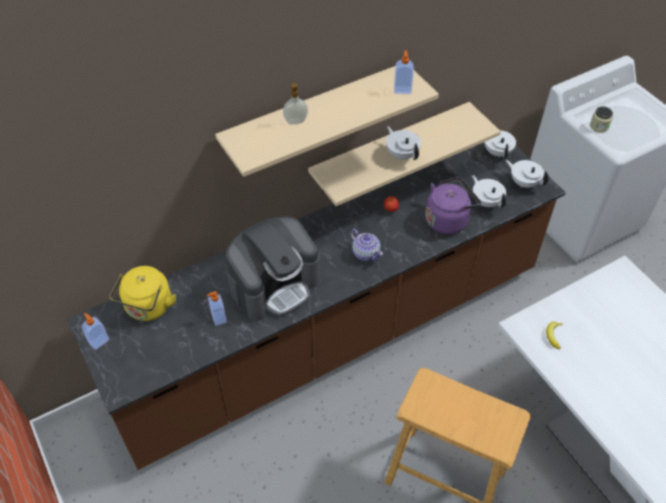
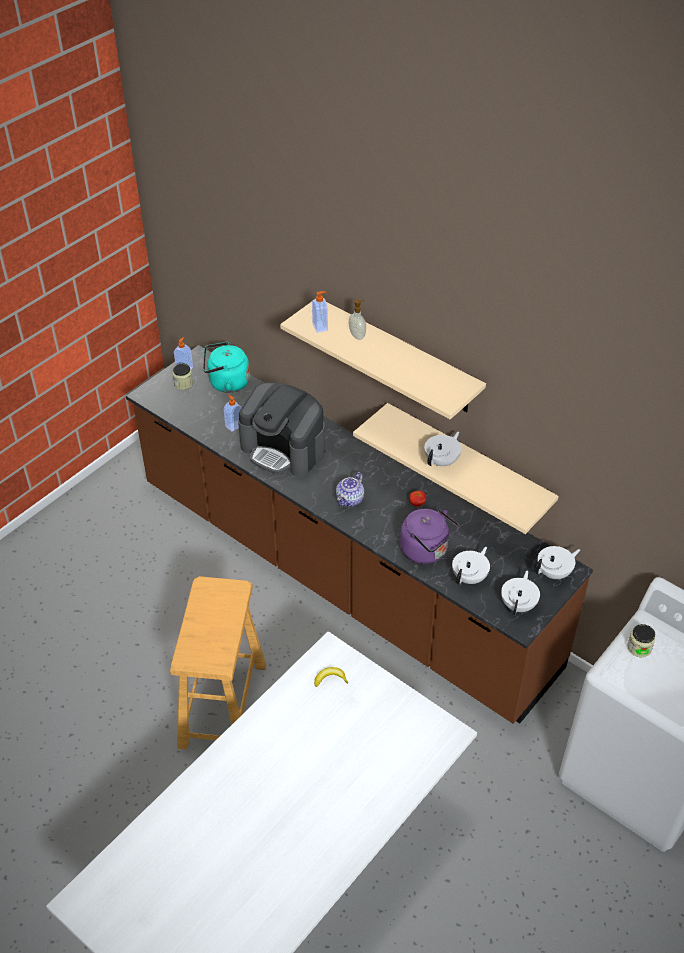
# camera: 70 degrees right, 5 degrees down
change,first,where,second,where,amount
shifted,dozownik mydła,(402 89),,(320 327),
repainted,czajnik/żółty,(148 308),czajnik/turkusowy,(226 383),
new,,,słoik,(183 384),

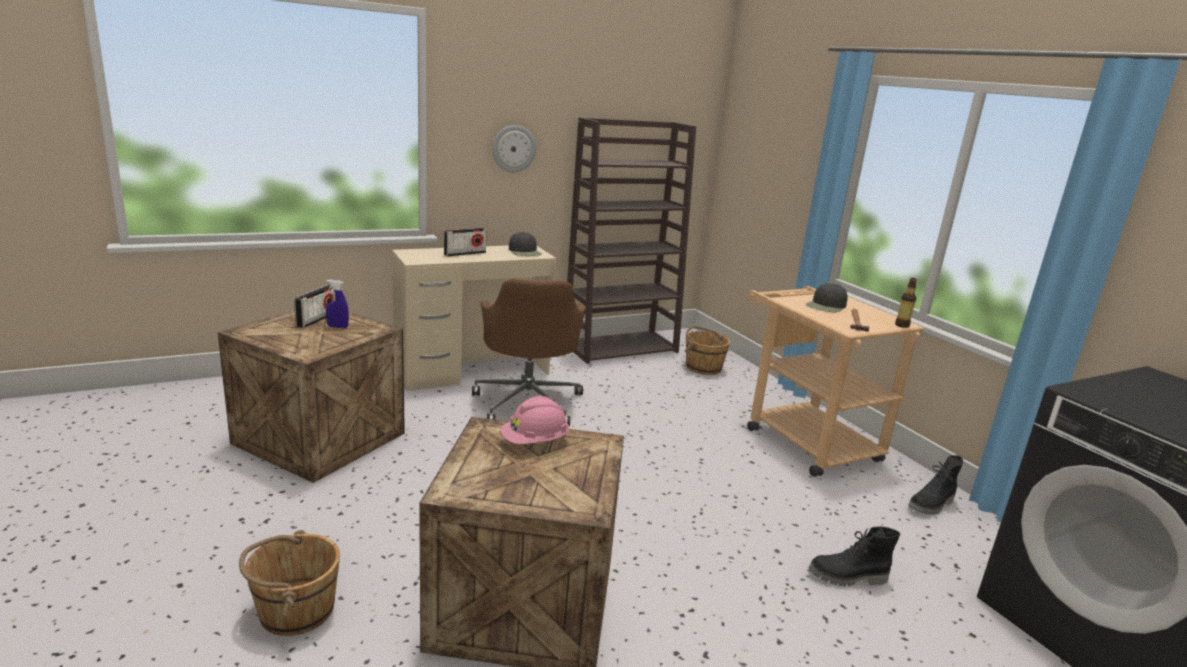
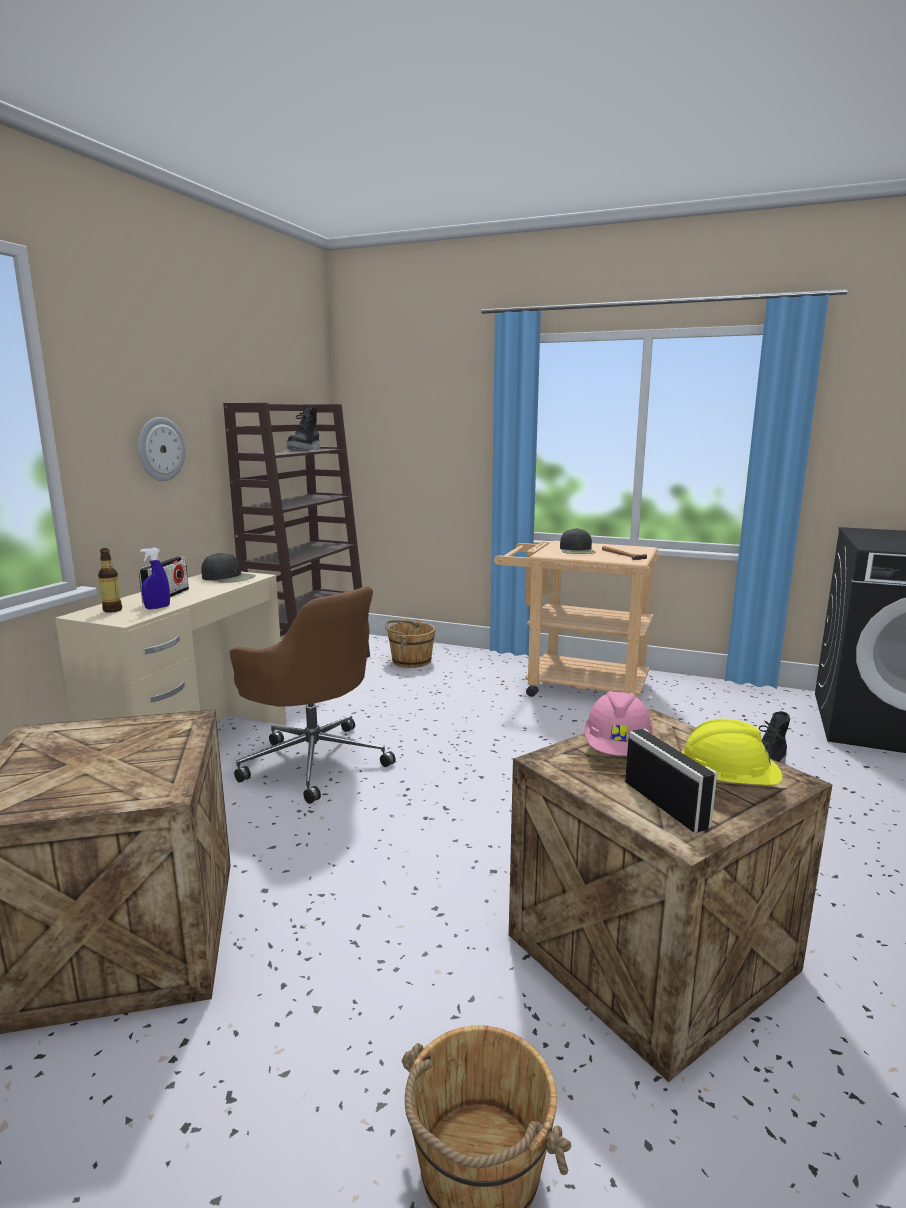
# camera: 40 degrees left, 5 degrees down
change,first,where,second,where,amount
shifted,butelka,(902 325),,(112 610),
shifted,spryskiwacz/niebieski,(337 327),,(157 607),
shifted,radio,(317 319),,(665 804),
shifted,but z cholewką/czarny,(932 505),,(305 450),
new,,,kask/żółty,(727 783),

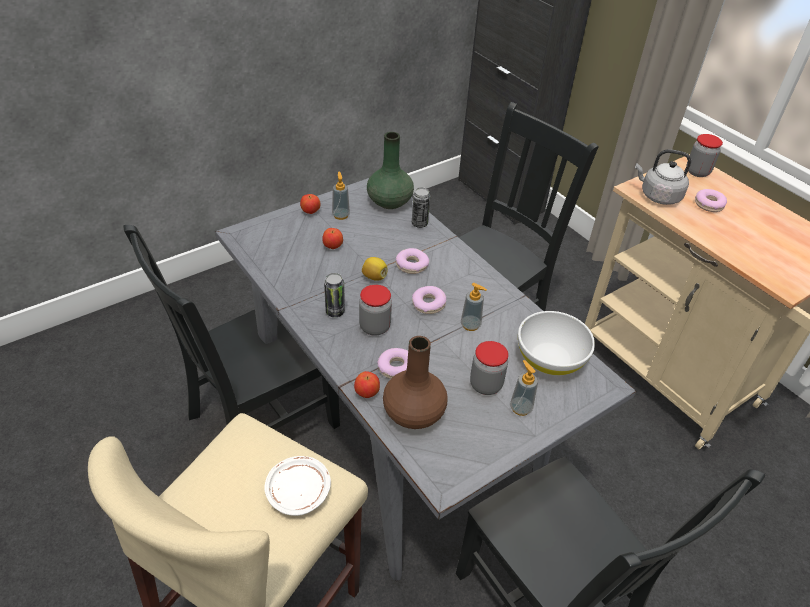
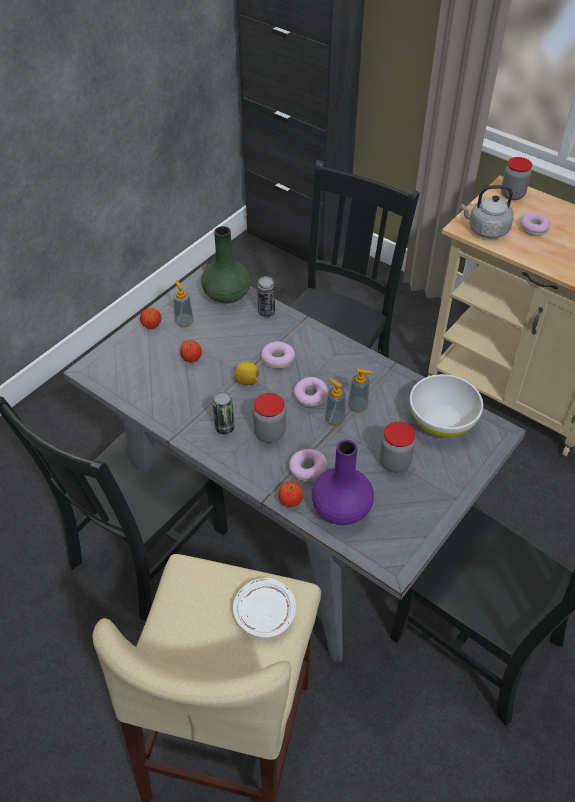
# camera: 15 degrees left, 5 degrees up
change,first,where,second,where,amount
repainted,wazon/brązowy,(414 412),wazon/fioletowy,(341 508),
shifted,dozownik mydła,(520 408),,(334 420),

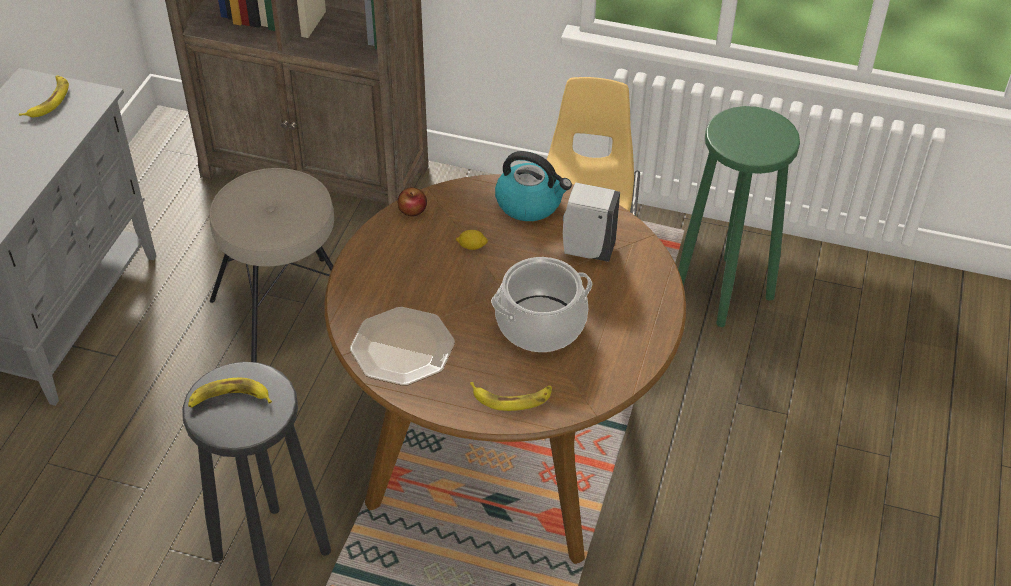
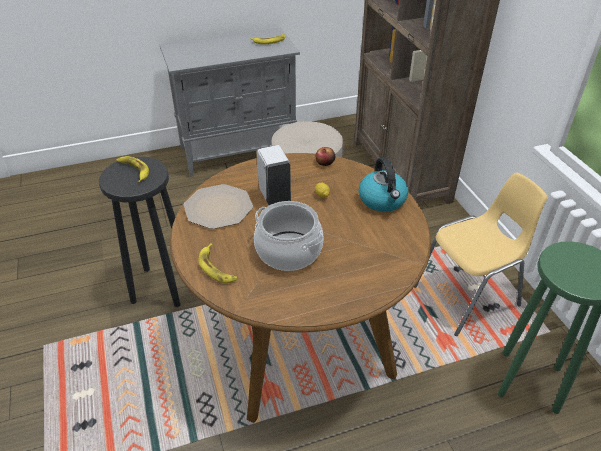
# camera: 55 degrees right, 5 degrees down
change,first,where,second,where,amount
shifted,dozownik mydła/biały,(586 249),,(274 196),

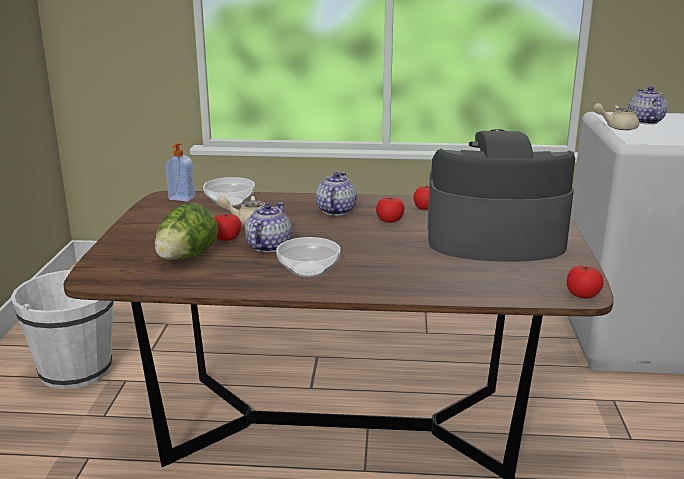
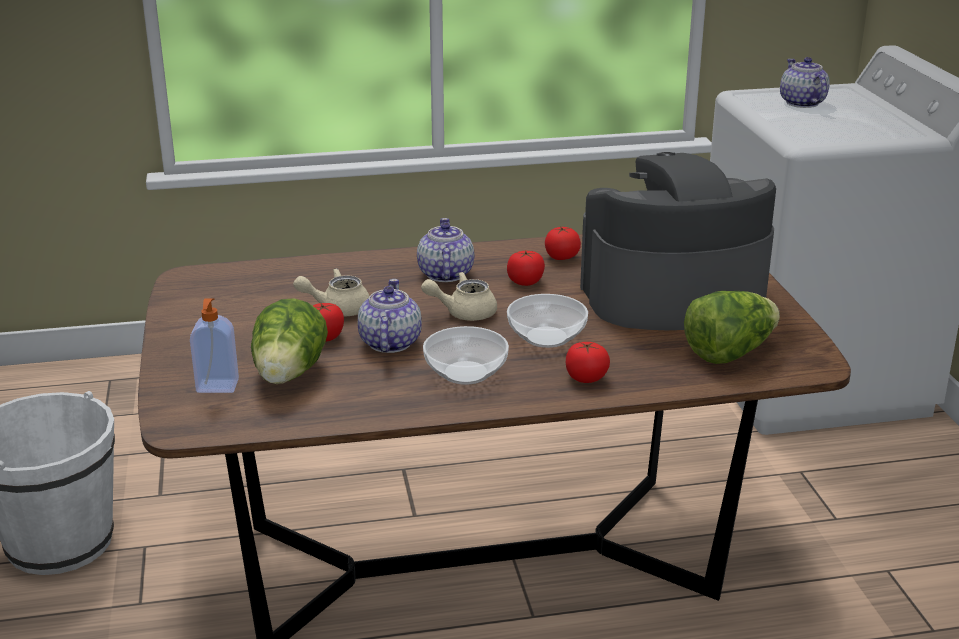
# camera: 15 degrees left, 5 degrees up
change,first,where,second,where,amount
shifted,imbryk/beżowy,(616 127),,(463 312),
shifted,dozownik mydła,(181 198),,(217 387),
shifted,miska,(230 202),,(548 337),
shifted,pomidor,(582 294),,(586 378),
new,,,sałata,(729 353),

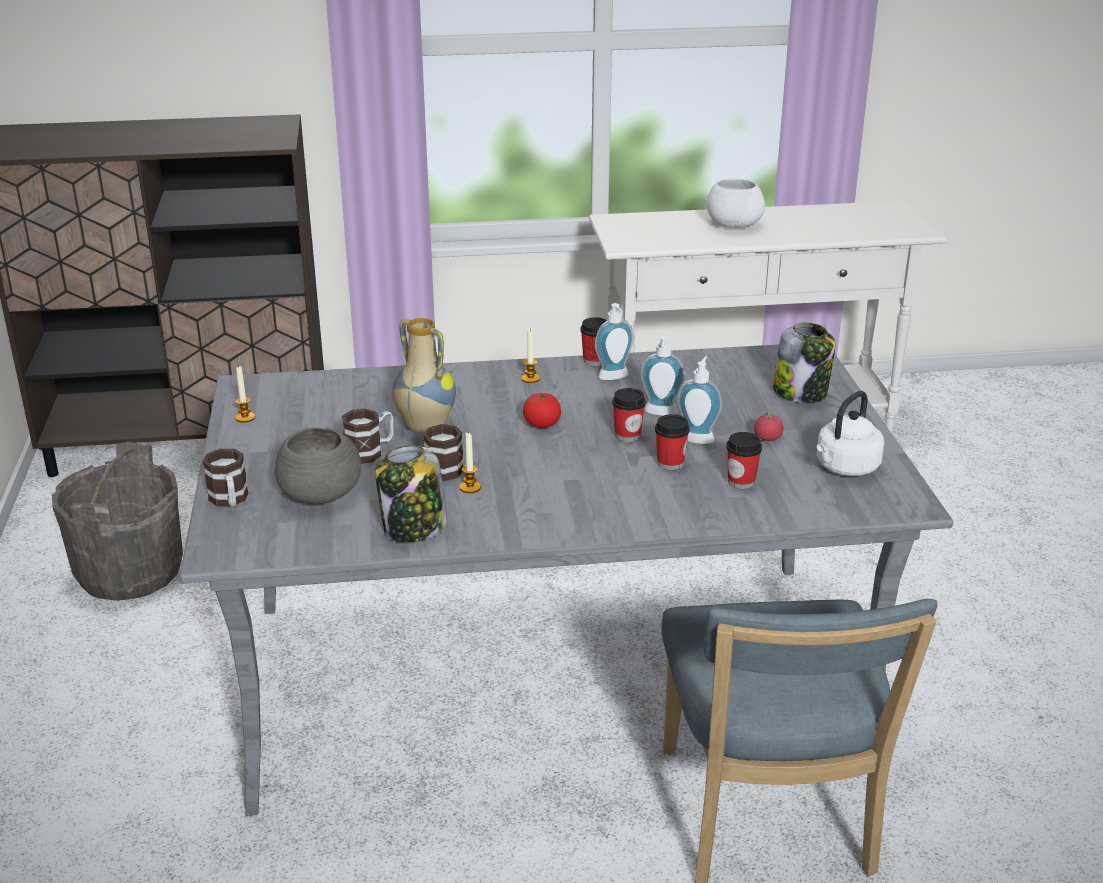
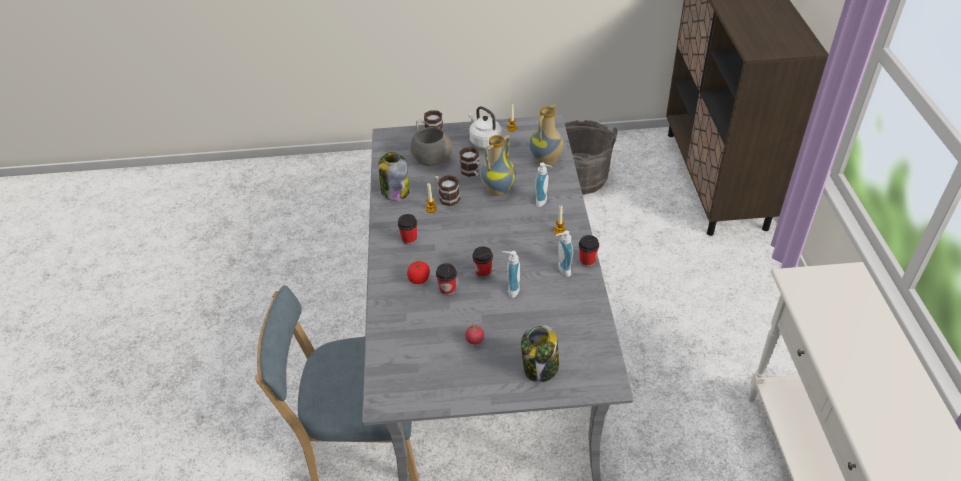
# camera: 95 degrees right, 15 degrees up
change,first,where,second,where,amount
gone,miska/biały,(733 224),,,
shifted,dozownik mydła,(698 437),,(543 201),
shifted,czajnik/biały,(845 468),,(484 141),
shifted,pomidor,(542 424),,(419 279),
shifted,filiżanka,(741 482),,(409 239),
new,,,wazon,(546 161),

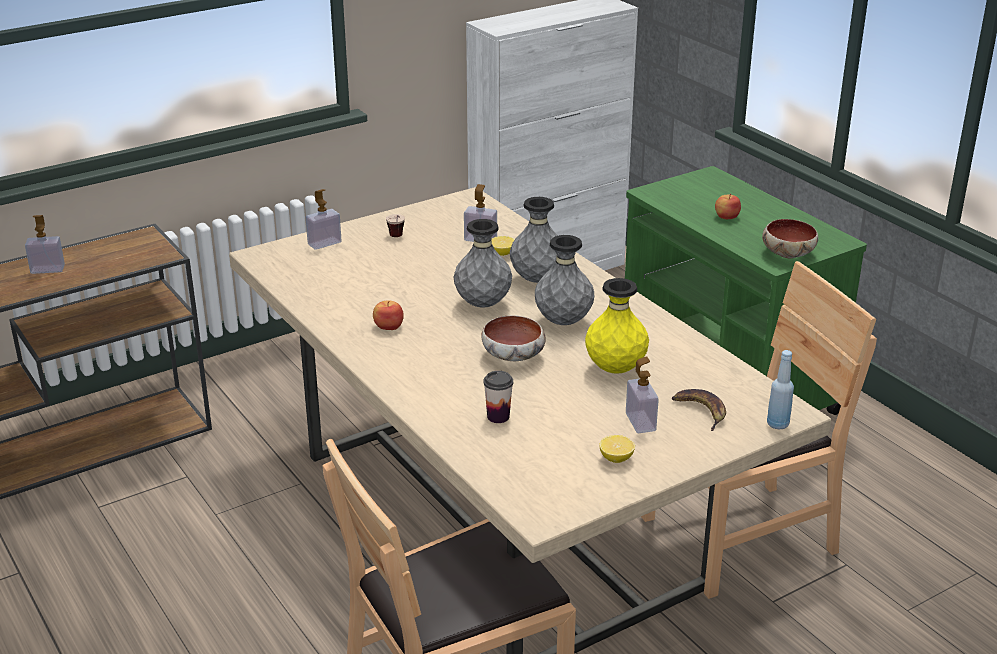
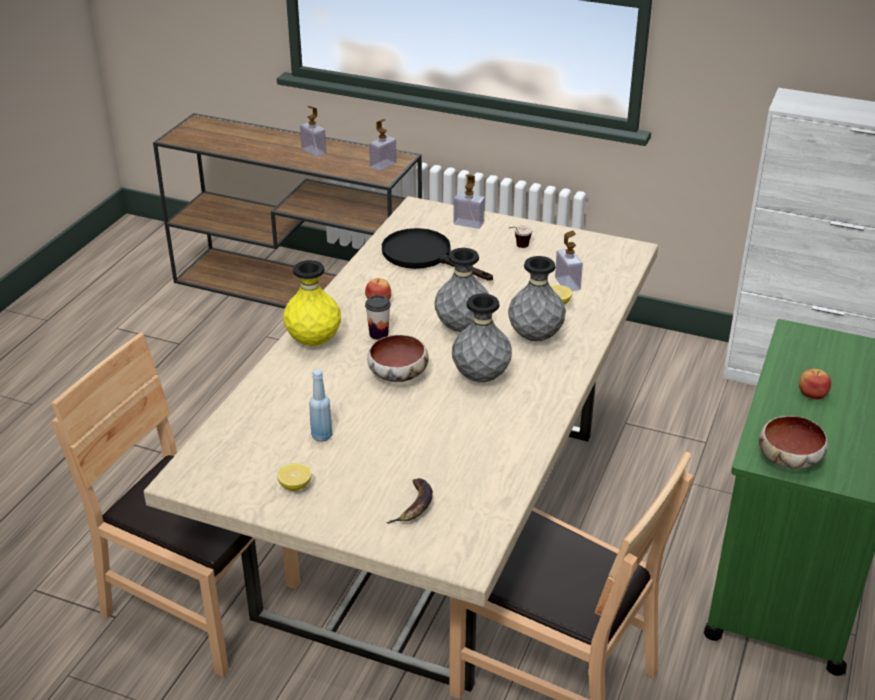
# camera: 55 degrees right, 5 degrees up
change,first,where,second,where,amount
shifted,wazon/żółty,(615 369),,(313 341),
shifted,butelka/niebieski,(777 424),,(321 436),
shifted,dozownik mydła,(640 422),,(383 165),
shifted,filiżanka,(498 417),,(378 334),
new,,,patelnia/czarny,(425 256),

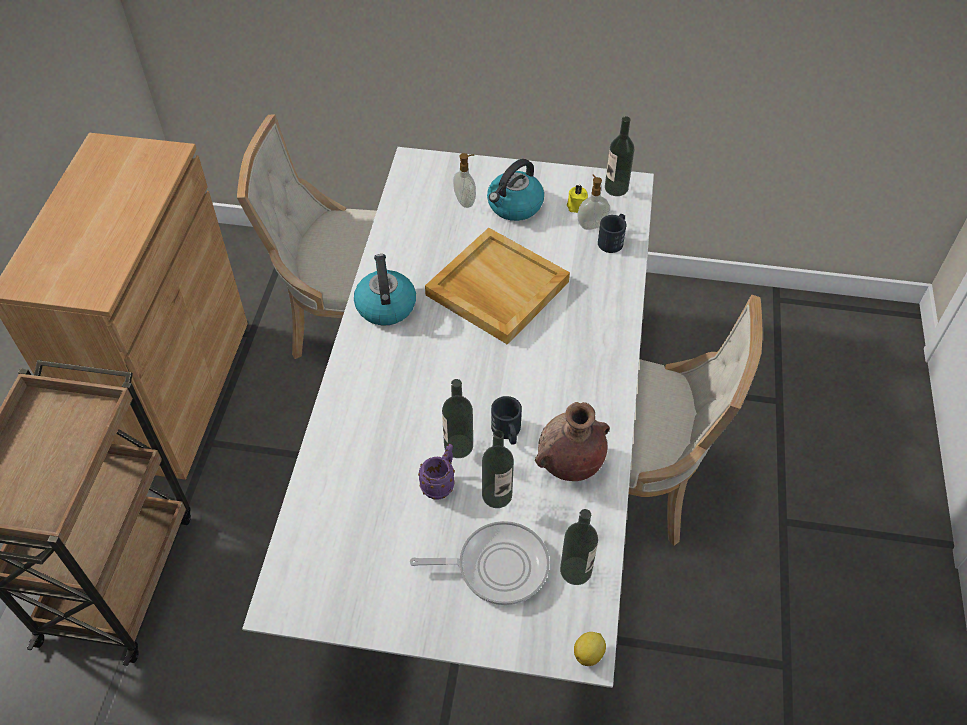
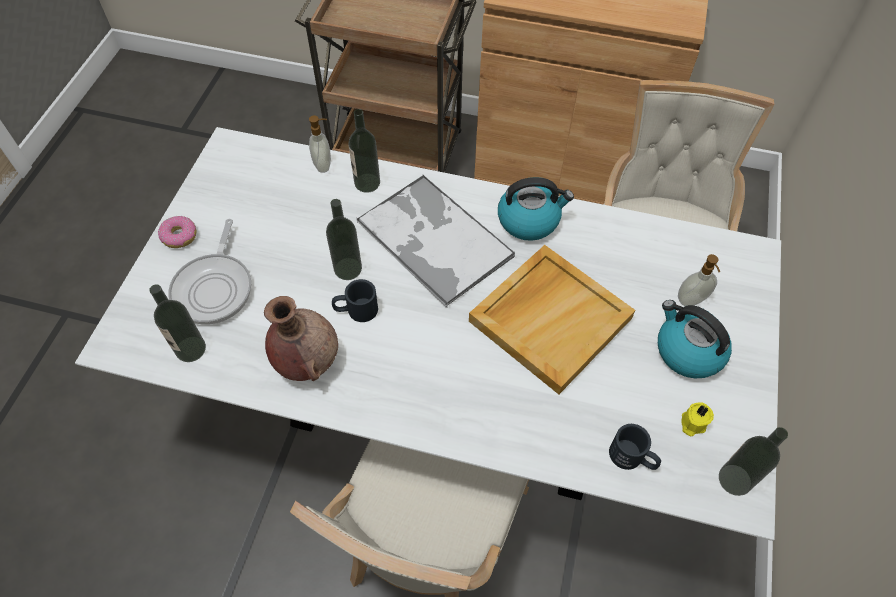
# camera: 95 degrees right, 5 degrees up
change,first,where,second,where,amount
shifted,dozownik mydła,(591 224),,(323 165),
shifted,butelka,(497 495),,(367 183),
gone,kubek/fioletowy,(440 483),,,
gone,cytryna,(589 653),,,
new,,,taca,(433 238),
new,,,donut,(179 236),

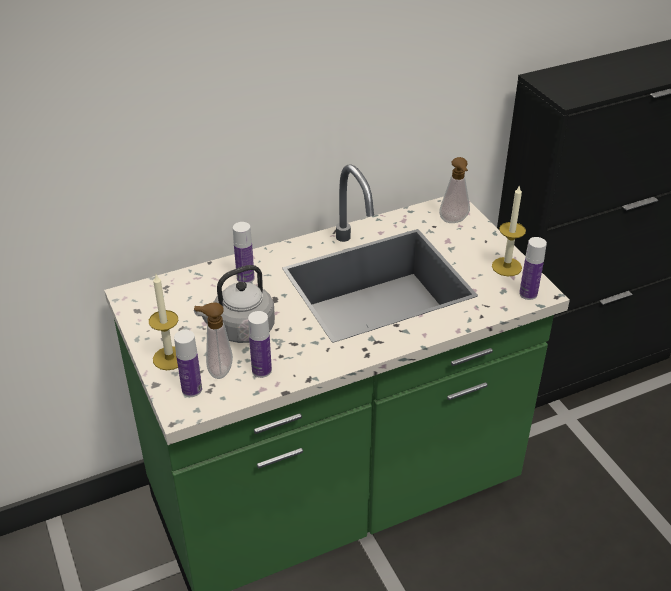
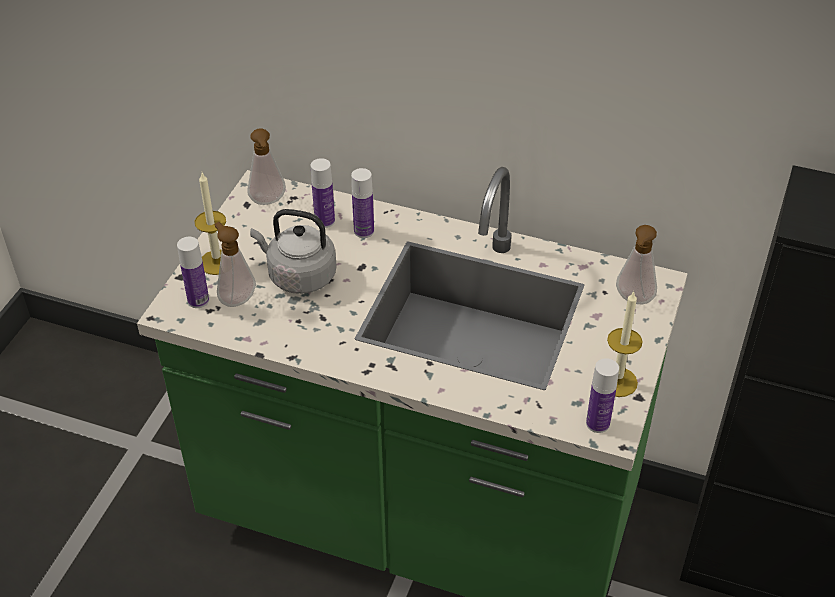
# camera: 45 degrees right, 5 degrees up
change,first,where,second,where,amount
shifted,butelka,(261 370),,(325 221),
new,,,dozownik mydła,(268 202),

